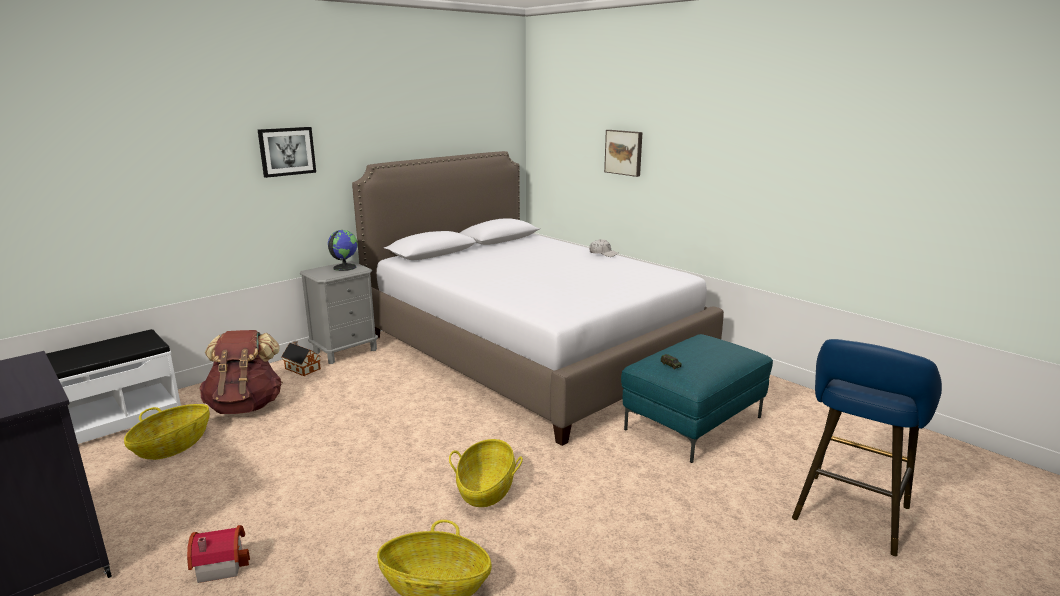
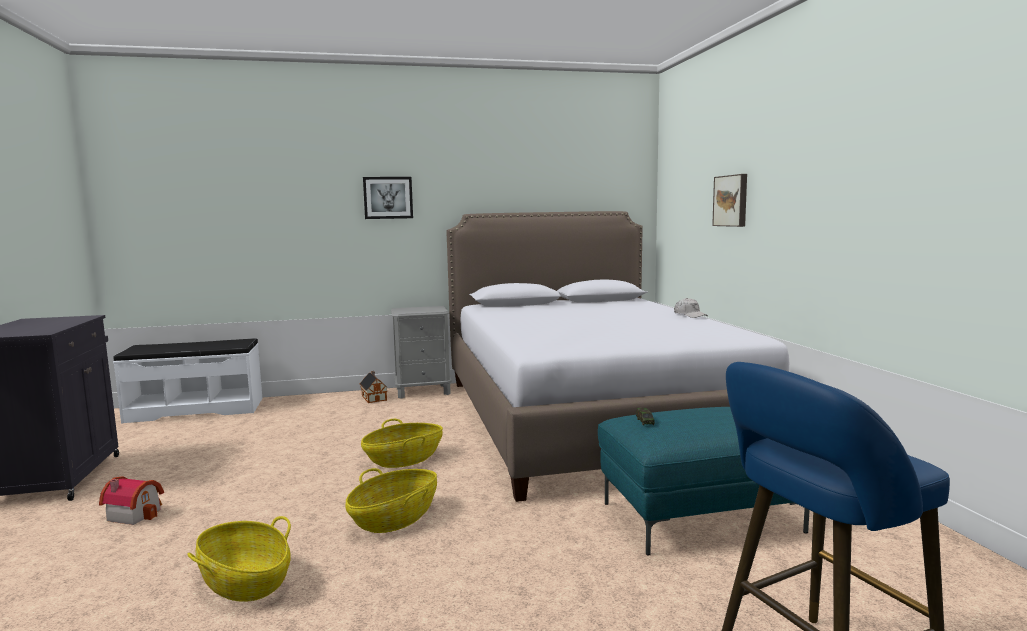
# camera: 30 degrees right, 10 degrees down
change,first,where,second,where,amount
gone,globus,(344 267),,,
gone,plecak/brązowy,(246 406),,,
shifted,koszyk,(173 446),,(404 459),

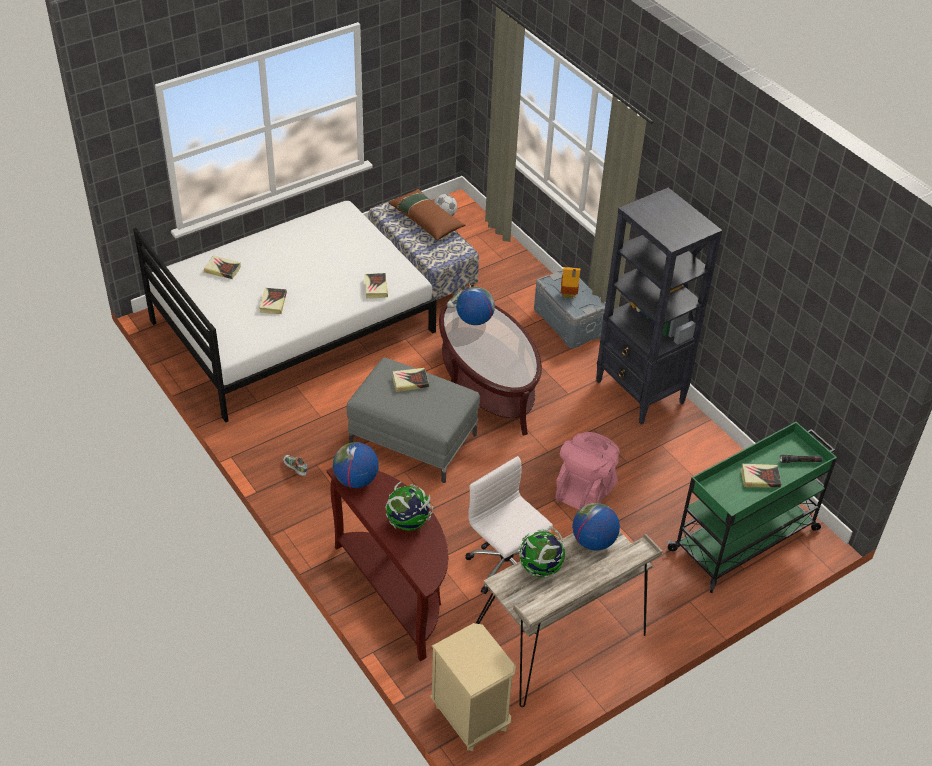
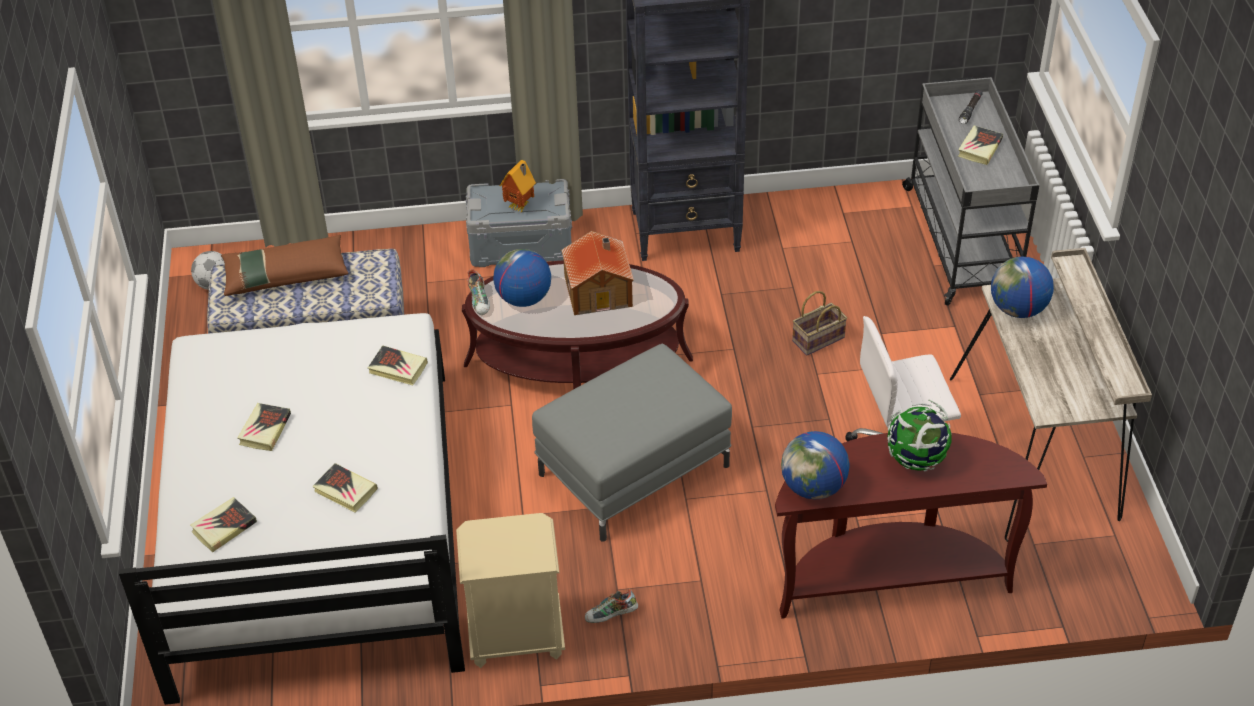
# camera: 60 degrees left, 0 degrees up
change,first,where,second,where,amount
shifted,książka,(410 381),,(265 430),
repainted,wózek/zielony,(745 539),wózek/szary,(962 239),
swapped,plecak/różowy,(585 491),koszyk,(818 340),
gone,globus,(540 568),,,
shifted,szafka nocna/beżowy,(470 717),,(516 638),
new,,,domek,(599 290),

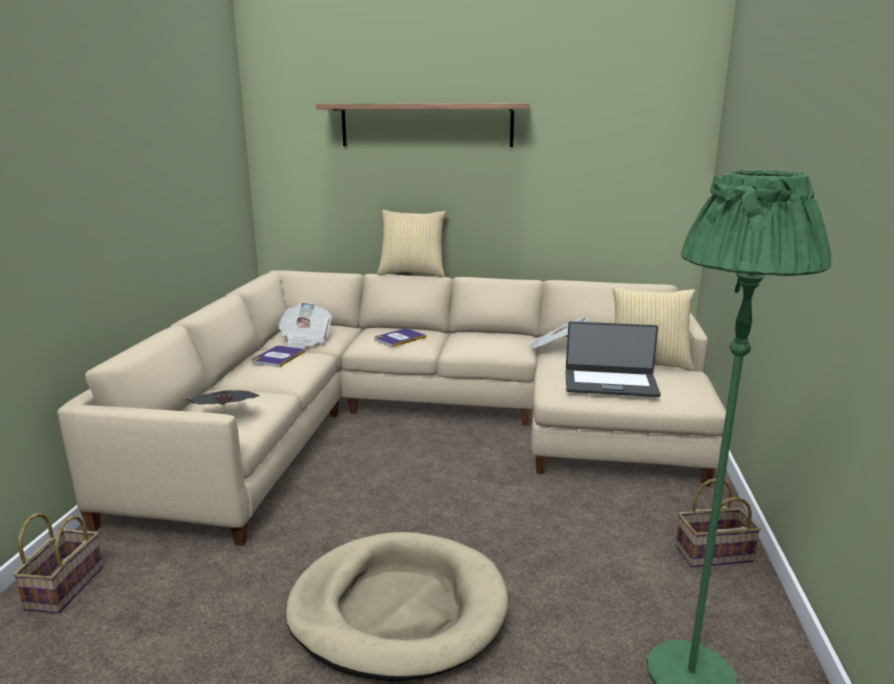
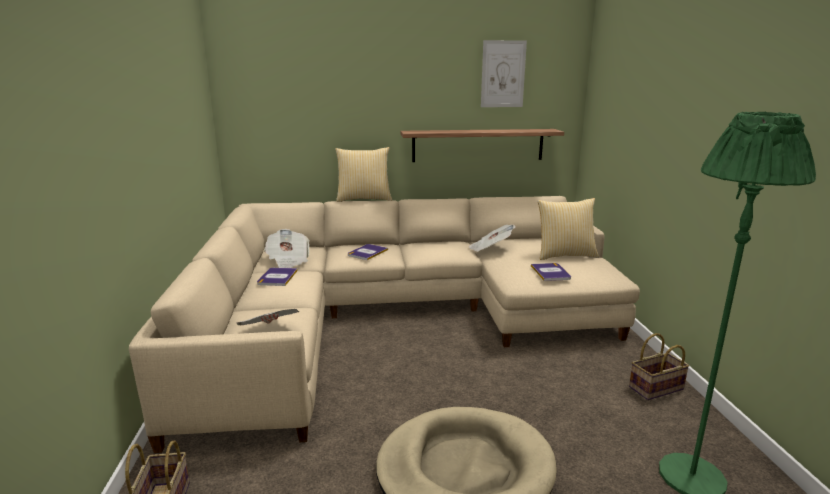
# camera: 15 degrees left, 0 degrees up
change,first,where,second,where,amount
shifted,półka,(426 125),,(478 145),
swapped,laptop,(610 383),książka,(550 272),
new,,,obraz,(503 74),

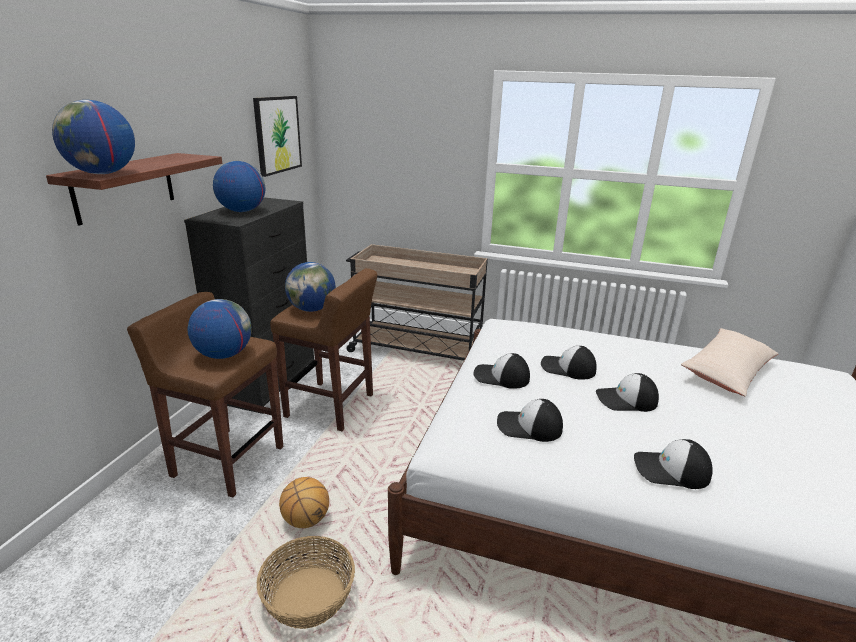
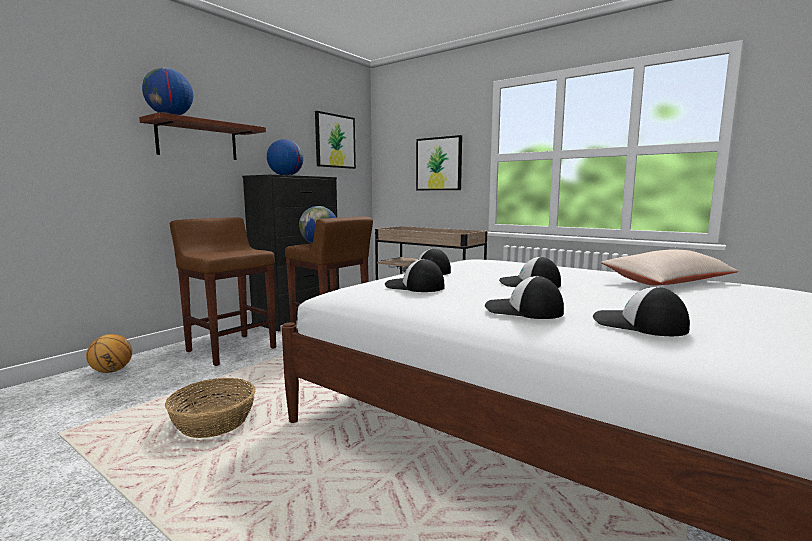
# camera: 20 degrees right, 15 degrees down
change,first,where,second,where,amount
gone,globus,(224 355),,,
shifted,czapka z daszkiem,(567 368),,(638 324),
shifted,piłka do koszykówki,(306 520),,(111 371),
new,,,obraz,(439 164),

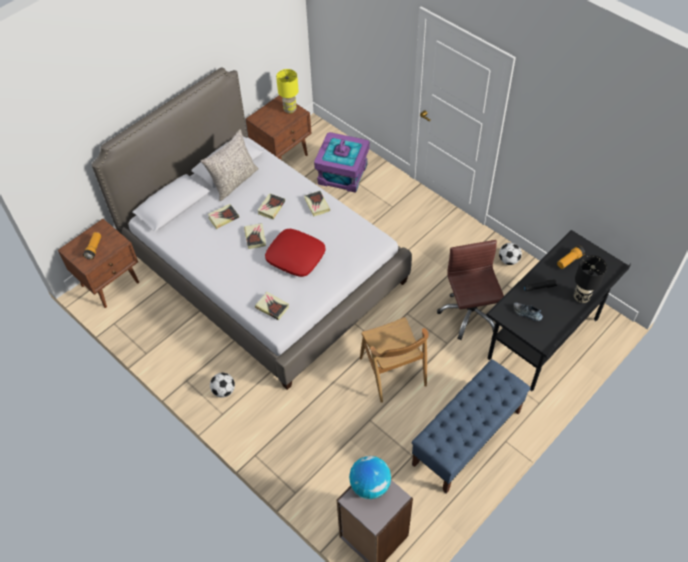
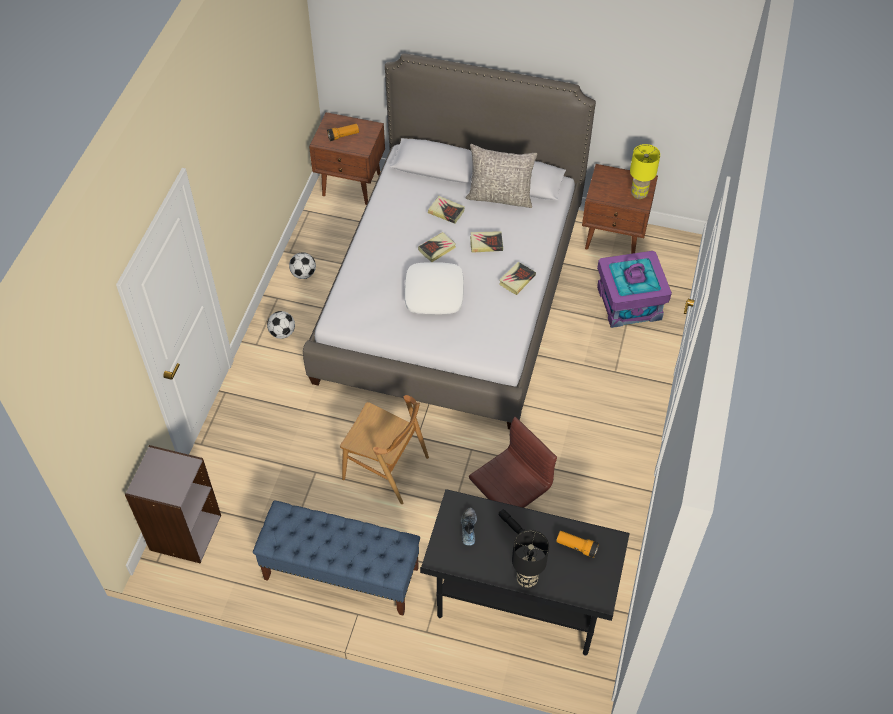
# camera: 60 degrees right, 0 degrees up
change,first,where,second,where,amount
repainted,poduszka/czerwony,(296 257),poduszka/biały,(434 294),
shifted,piłka futbolowa,(508 260),,(303 274),
gone,książka,(272 307),,,
rotated,krzesło/brązowy,(392 372),,(386 468),105 degrees counterclockwise
gone,globus,(370 485),,,

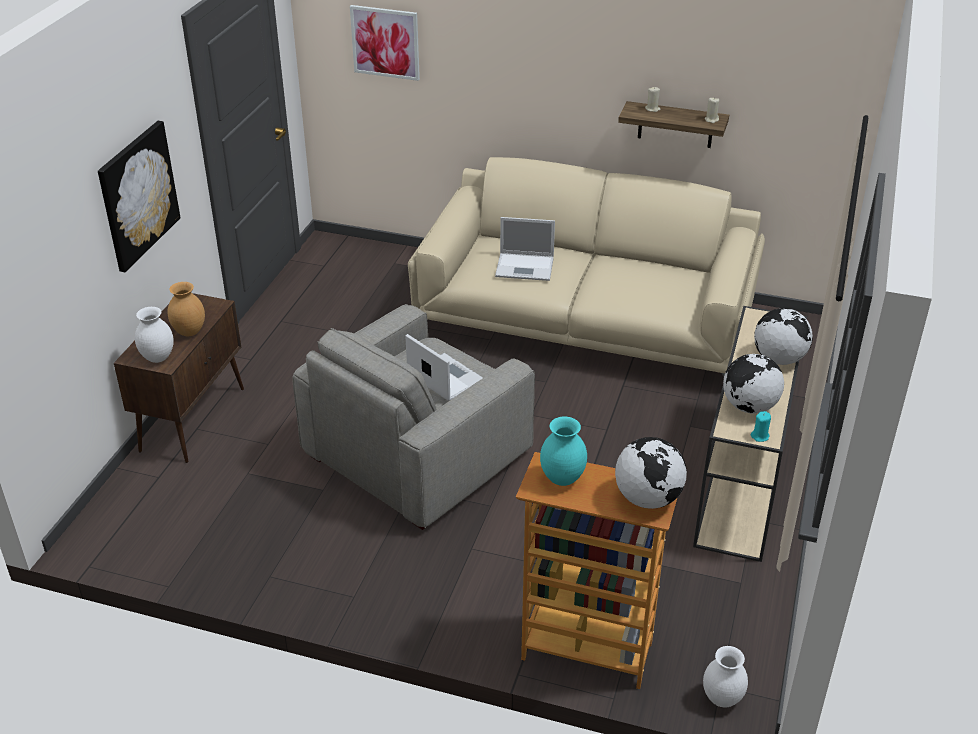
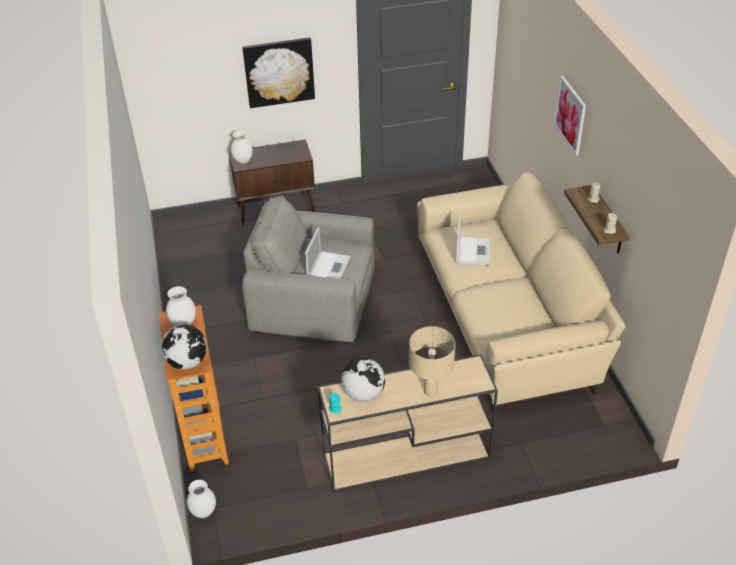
# camera: 60 degrees right, 5 degrees up
change,first,where,second,where,amount
shifted,obraz,(385 42),,(570 115),
rotated,laptop,(526 267),,(472 250),150 degrees counterclockwise
gone,wazon/brązowy,(189 332),,,
swapped,globus,(778 359),lampa stołowa/beżowy,(430 391),
repainted,wazon/turkusowy,(563 479),wazon/biały,(183 324),

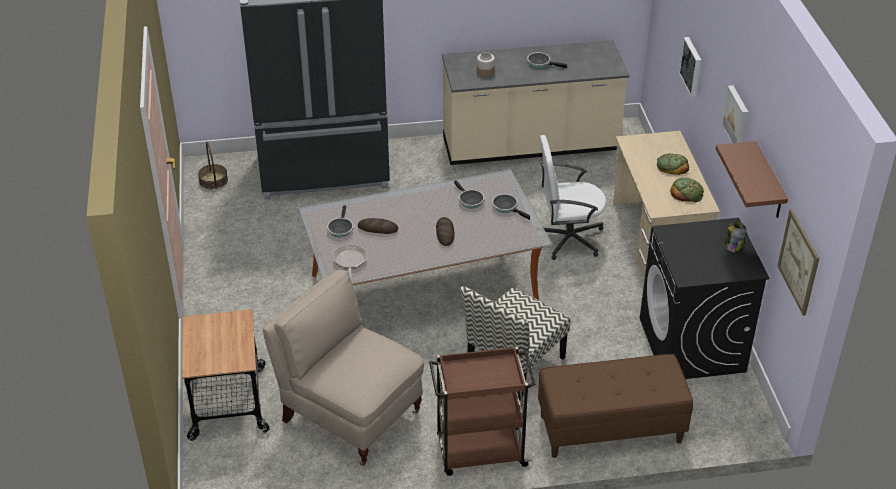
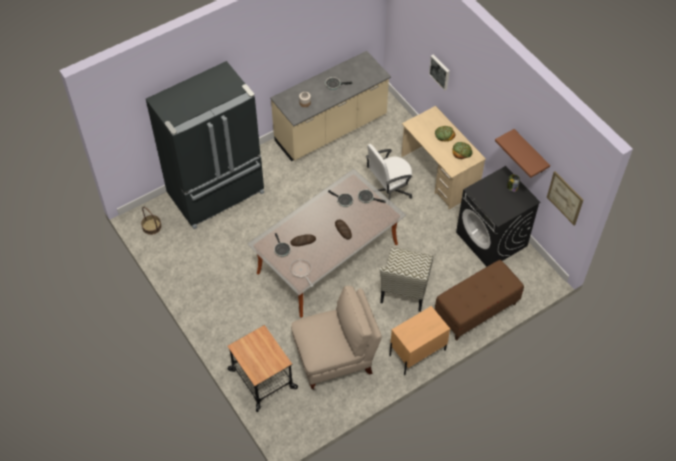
# camera: 25 degrees left, 15 degrees up
change,first,where,second,where,amount
gone,obraz,(737 117),,,
rotated,krzesło/beżowy,(350 415),,(335 359),150 degrees clockwise
swapped,wózek/brązowy,(479 452),szafka nocna/beżowy,(417 352),

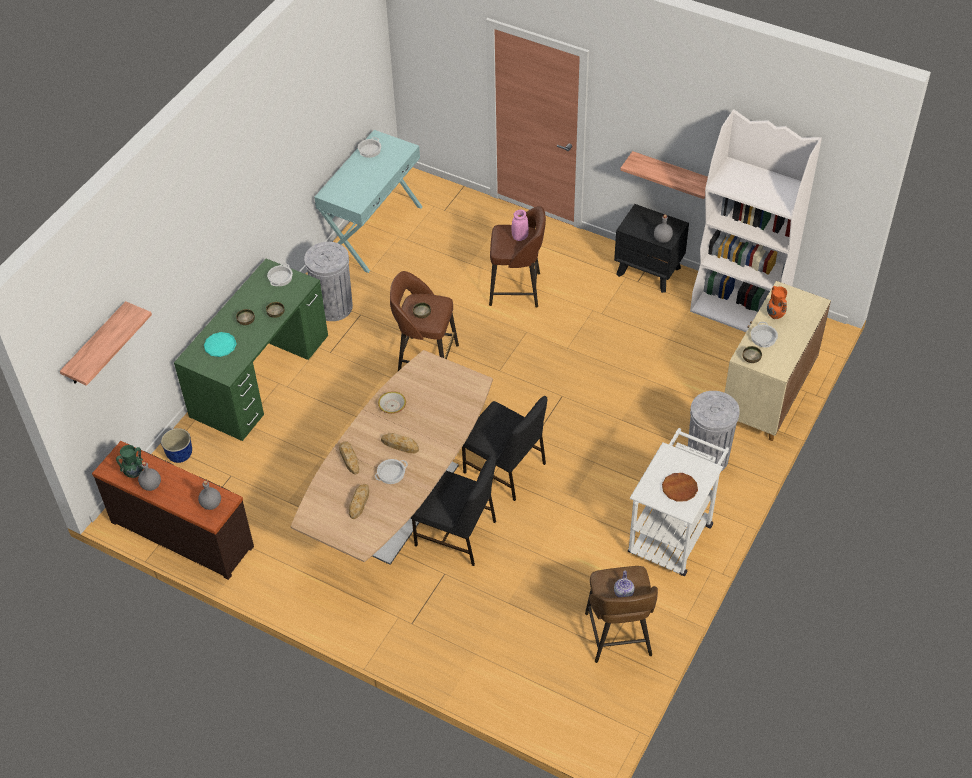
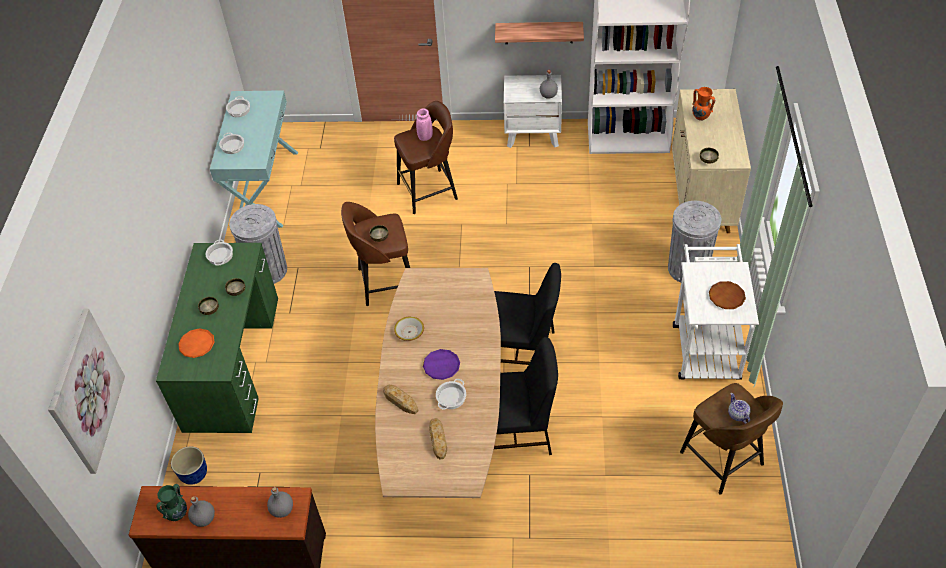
# camera: 25 degrees left, 0 degrees up
change,first,where,second,where,amount
repainted,szafka nocna/czarny,(649 271),szafka nocna/biały,(533 134),
swapped,półka,(96 345),obraz,(86 391),
shifted,garnek,(763 338),,(233 146),
repainted,talerz/turkusowy,(220 346),talerz/pomarańczowy,(197 345),
swapped,chleb,(400 445),talerz/fioletowy,(441 366),

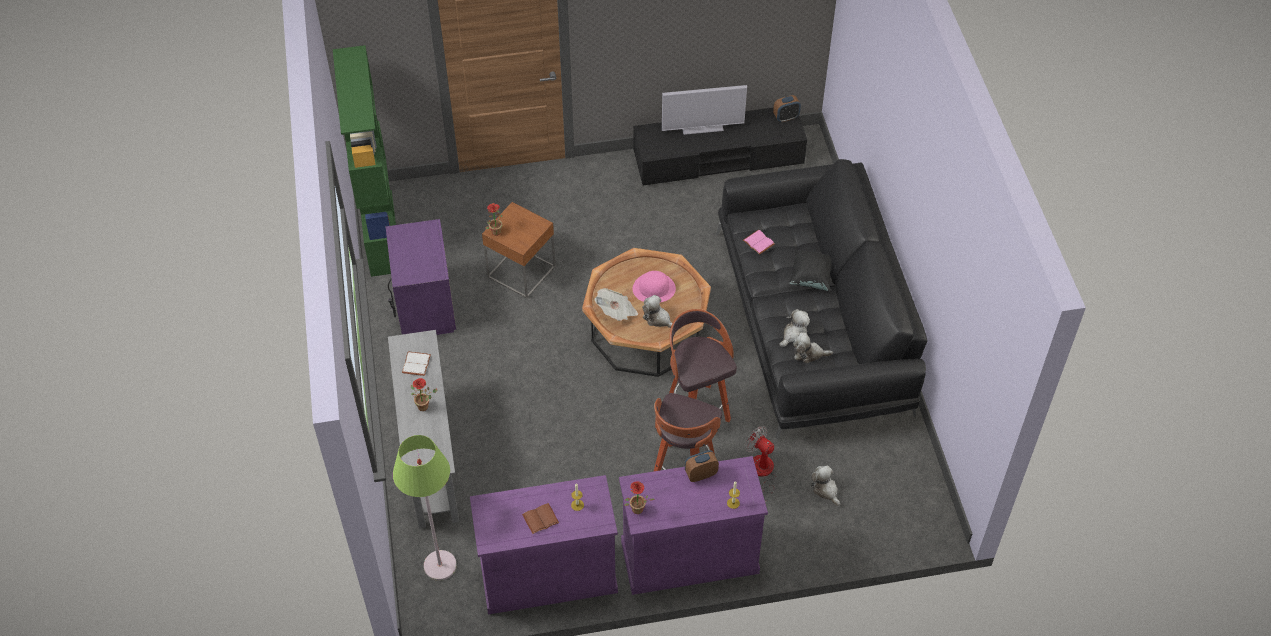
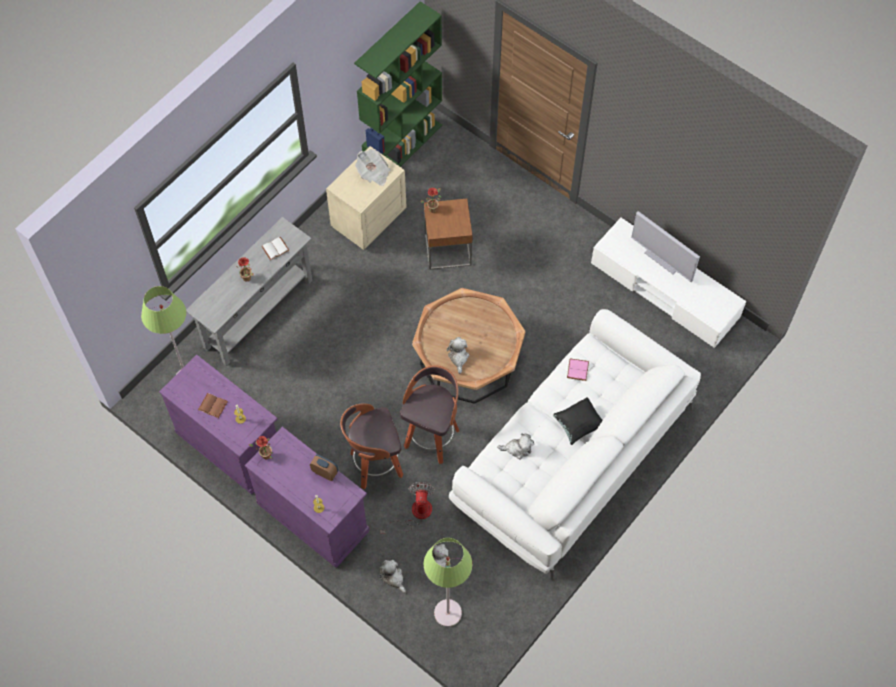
# camera: 50 degrees right, 10 degrees up
change,first,where,second,where,amount
gone,budzik,(786 117),,,
repainted,szafka pod telewizor/czarny,(718 158),szafka pod telewizor/biały,(664 290),
repainted,kanapa/czarny,(812 323),kanapa/biały,(572 456),
repainted,szafka nocna/fioletowy,(424 307),szafka nocna/beżowy,(368 218),
gone,kapelusz/różowy,(654 288),,,
shifted,gazeta,(616 312),,(373 173),
shifted,pluszak,(809 354),,(393 578),
new,,,lampa stojąca/zielony,(447 613),

